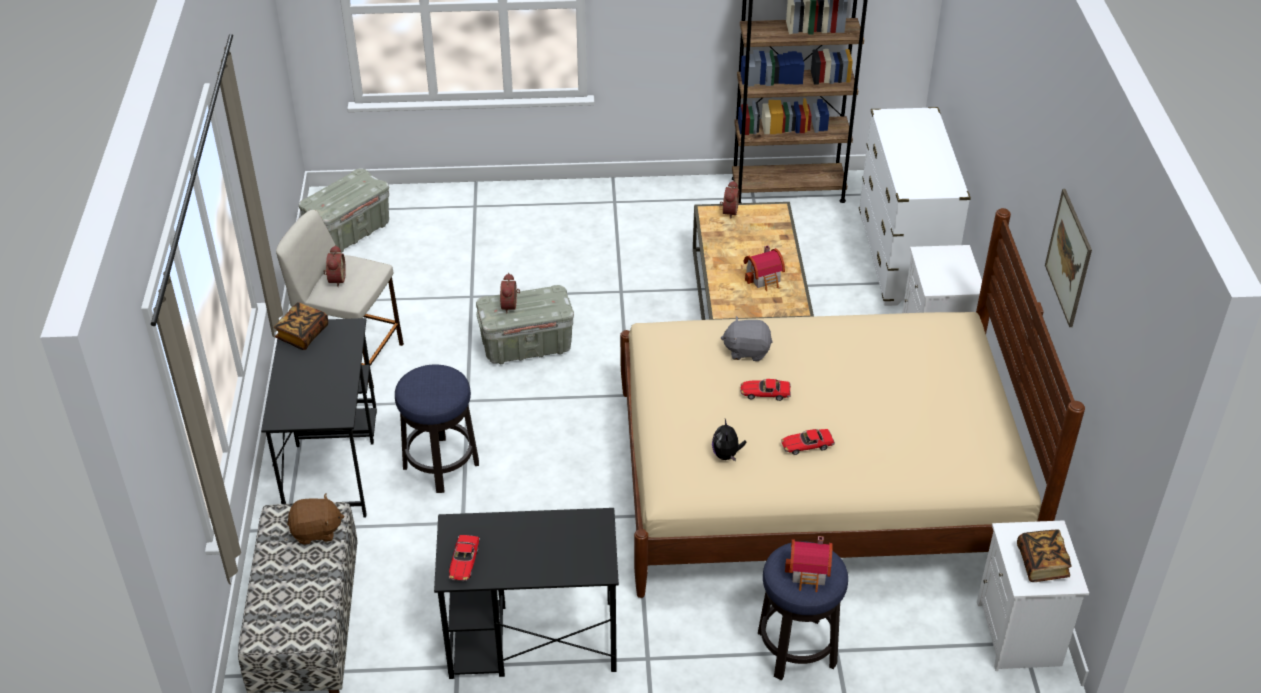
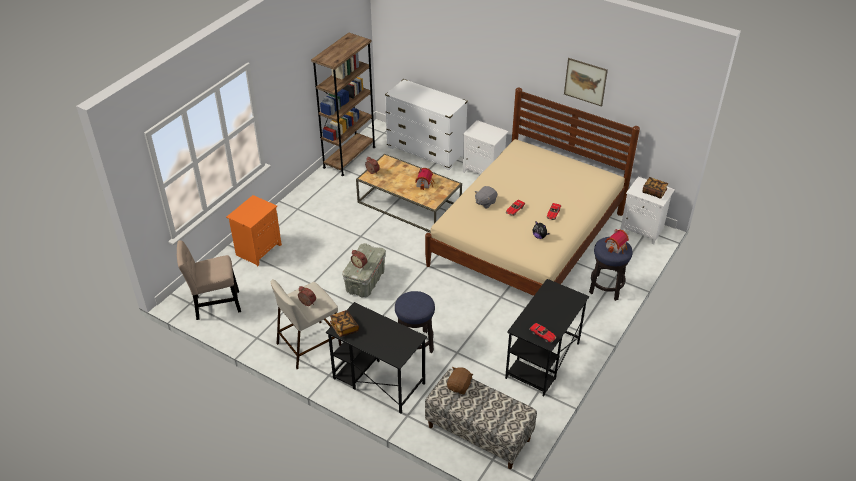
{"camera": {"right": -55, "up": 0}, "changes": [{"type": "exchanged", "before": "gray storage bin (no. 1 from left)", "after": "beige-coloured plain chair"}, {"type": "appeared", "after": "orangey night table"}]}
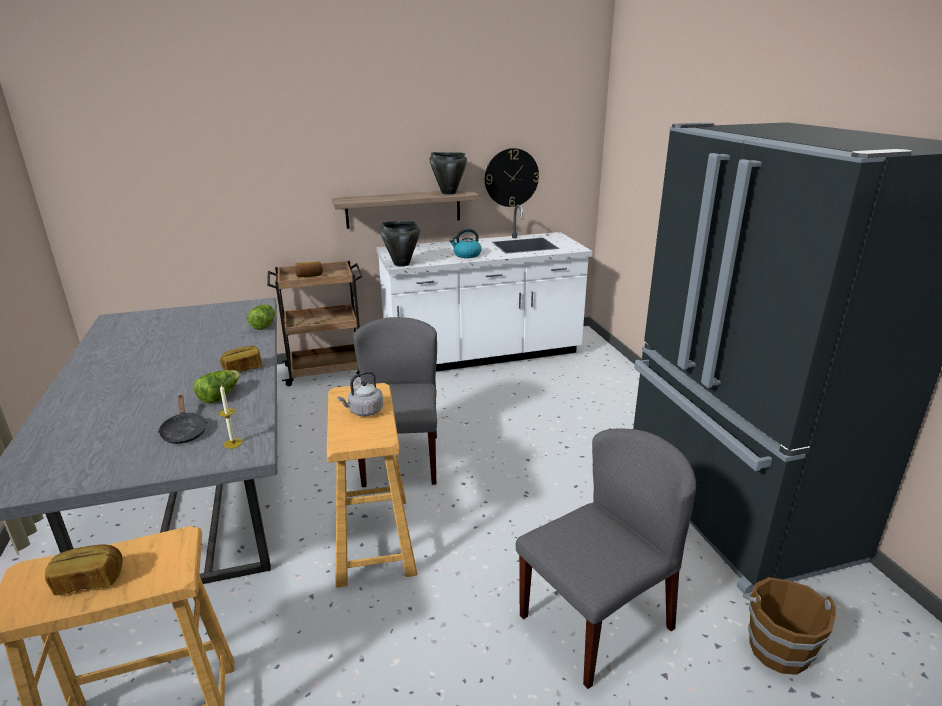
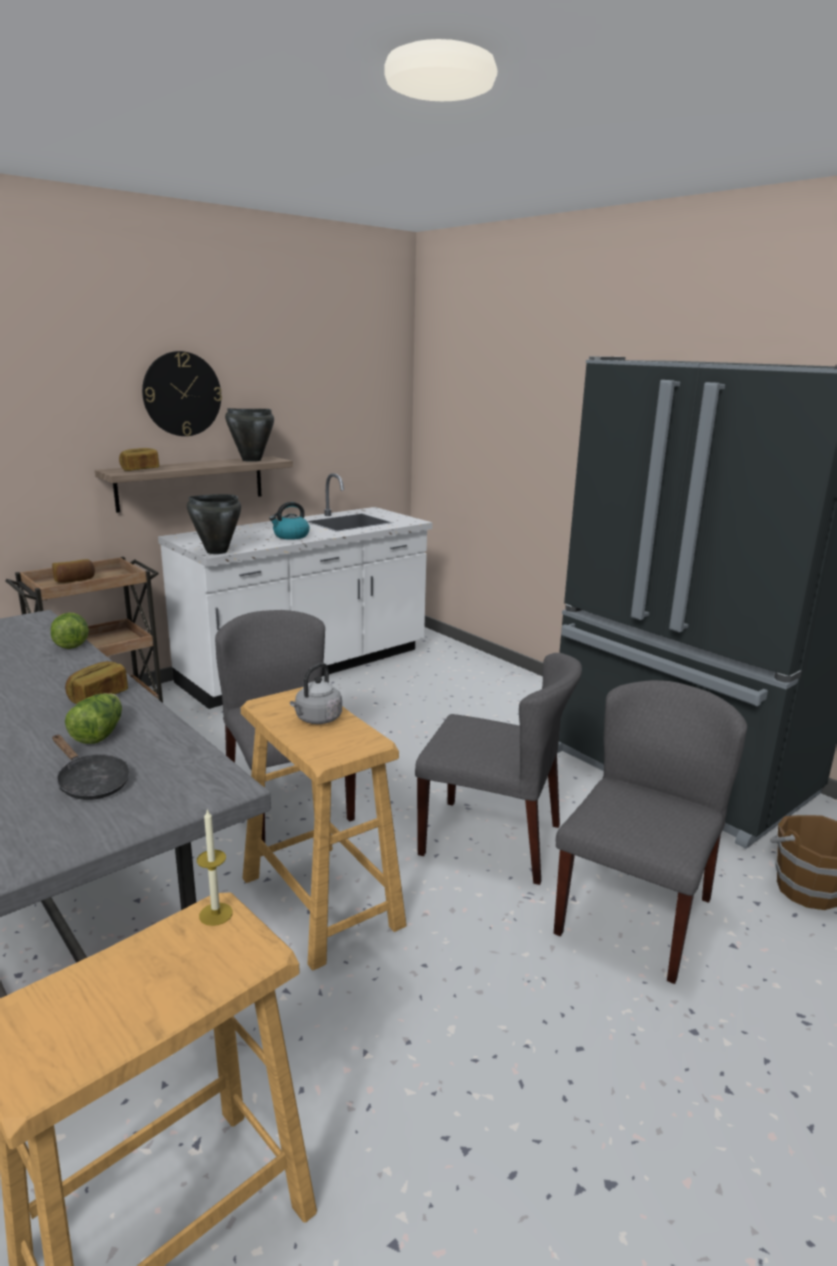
{"camera": {"right": -25, "up": -5}, "changes": [{"type": "relocated", "before": "wall clock"}, {"type": "relocated", "before": "candle"}, {"type": "relocated", "before": "baked bread (no. 1 from left in the first image)", "after": "baked bread (no. 3 from left)"}, {"type": "appeared", "after": "gray plain chair (no. 2 from left)"}]}
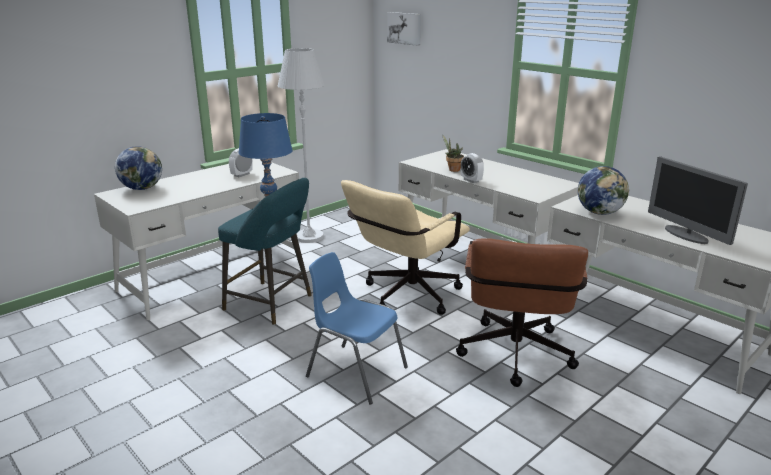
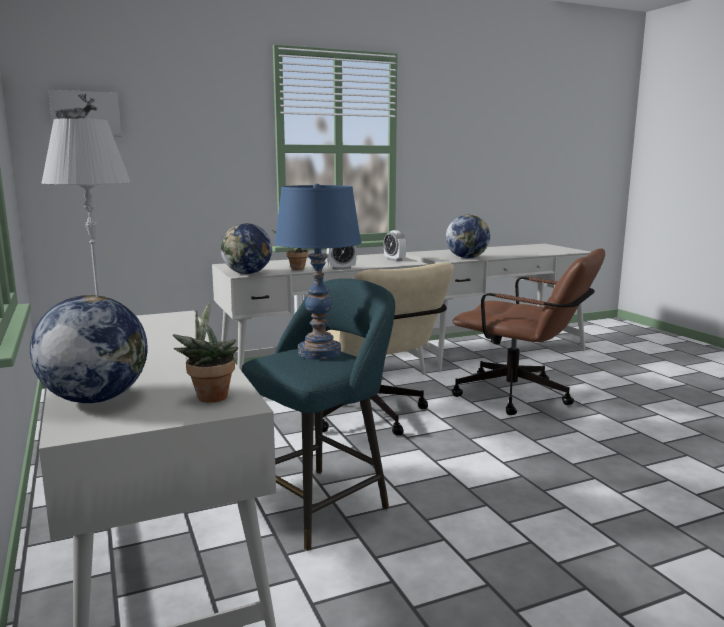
{"camera": {"right": -70, "up": -10}, "changes": [{"type": "relocated", "before": "table clock (no. 1 from left in the first image)", "after": "table clock (no. 2 from left)"}, {"type": "missing", "before": "computer screen"}, {"type": "missing", "before": "blue-coloured plain chair"}, {"type": "appeared", "after": "world globe (no. 2 from left)"}, {"type": "appeared", "after": "houseplant (no. 1 from left)"}]}
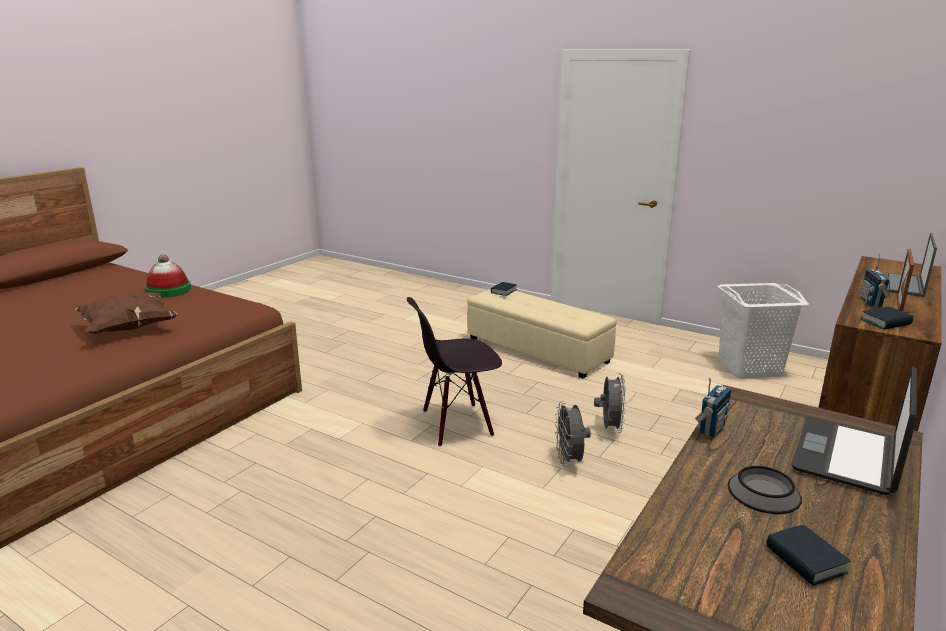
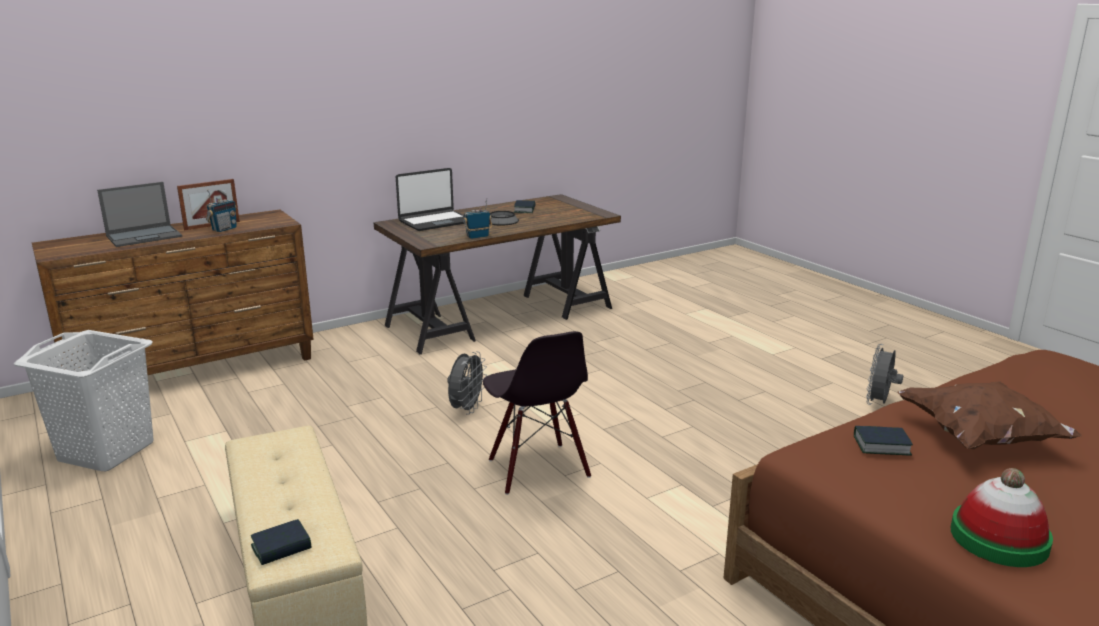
{"camera": {"right": -155, "up": 0}, "changes": [{"type": "spun", "before": "black plain chair", "turn": 60}, {"type": "relocated", "before": "volume (no. 3 from left)"}, {"type": "relocated", "before": "gray electric fan (no. 2 from left)"}]}
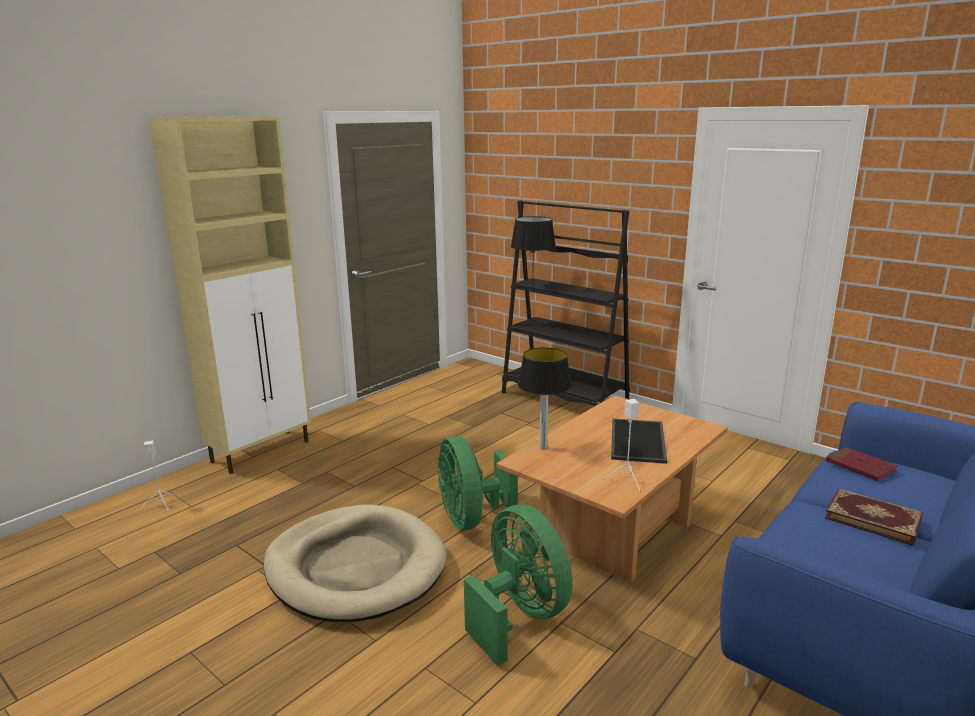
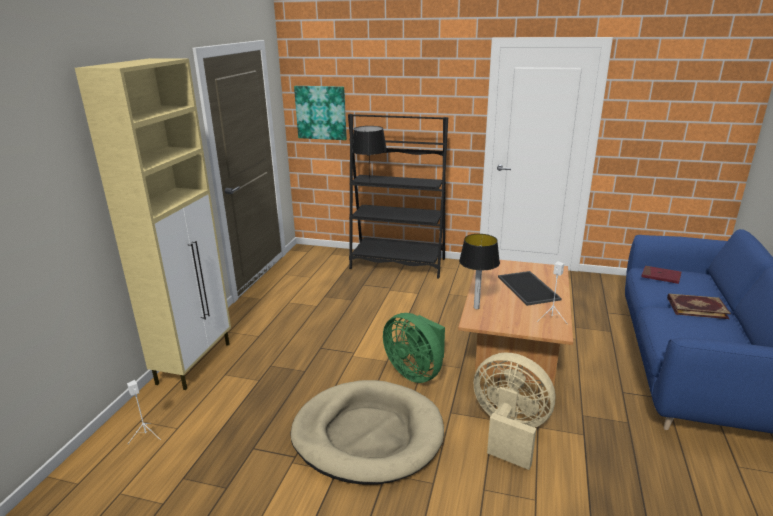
{"camera": {"right": -25, "up": 5}, "changes": [{"type": "colour", "before": "green-coloured electric fan (no. 2 from left)", "after": "beige-coloured electric fan"}, {"type": "appeared", "after": "wall art"}]}
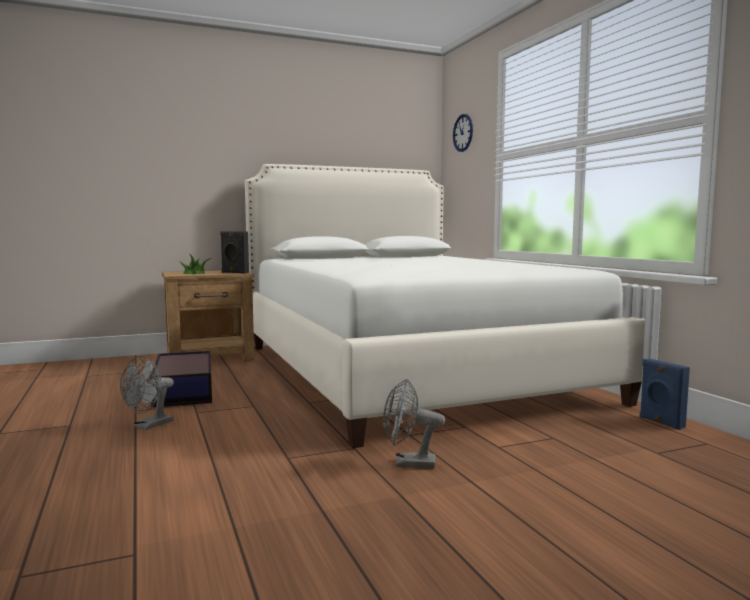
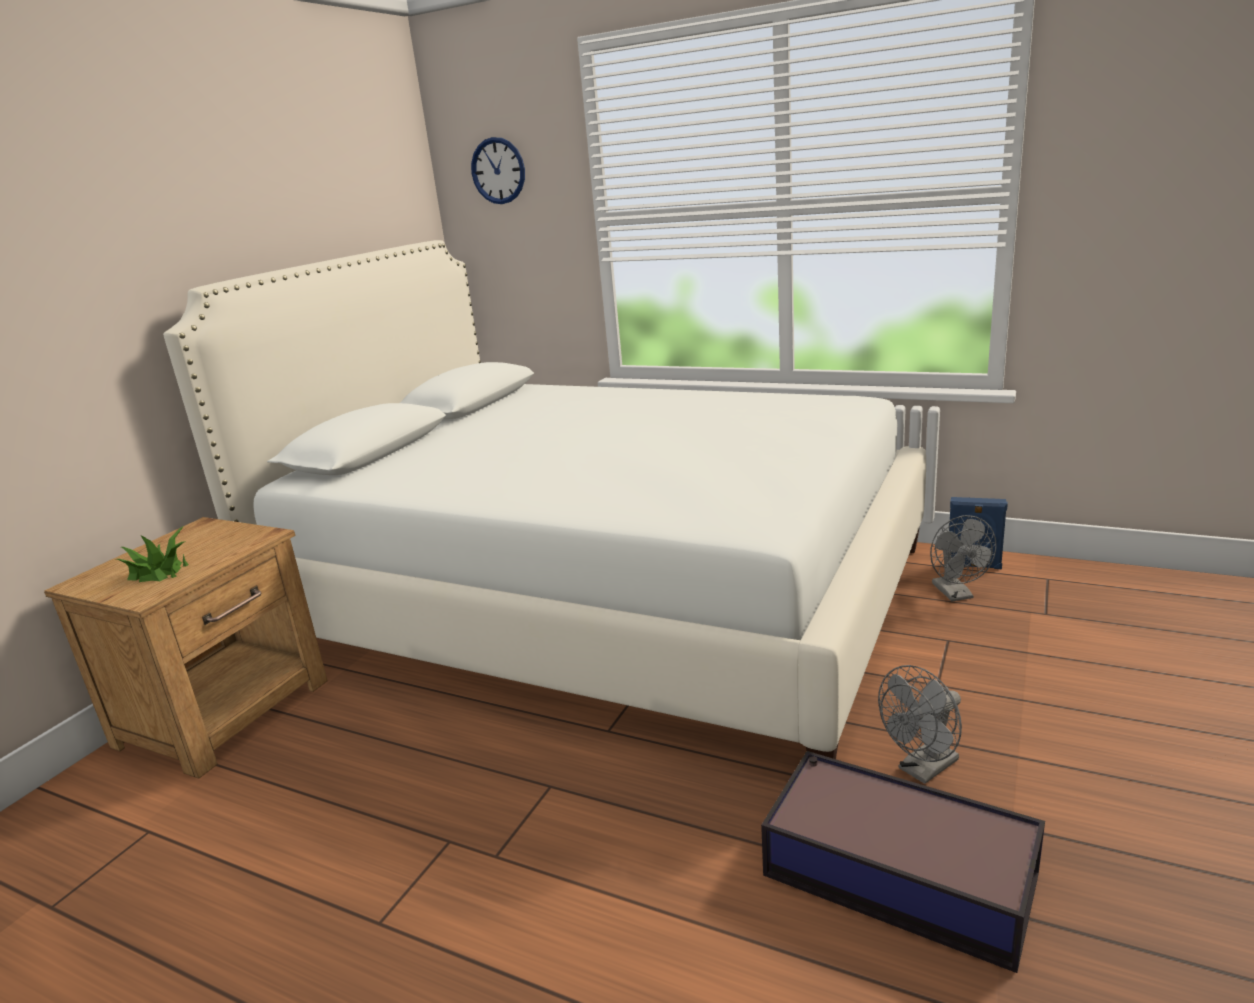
{"camera": {"right": -40, "up": 15}, "changes": [{"type": "missing", "before": "black speaker"}, {"type": "relocated", "before": "storage bin"}, {"type": "relocated", "before": "gray electric fan (no. 1 from left in the first image)", "after": "gray electric fan (no. 2 from left)"}]}
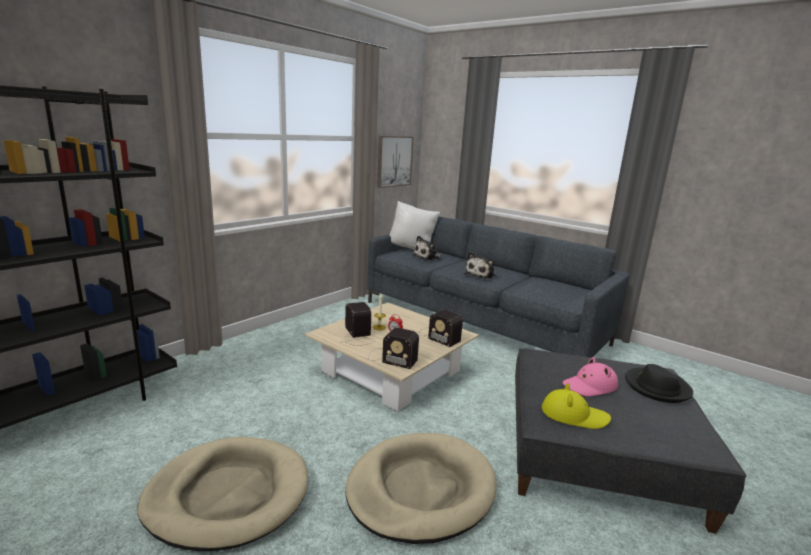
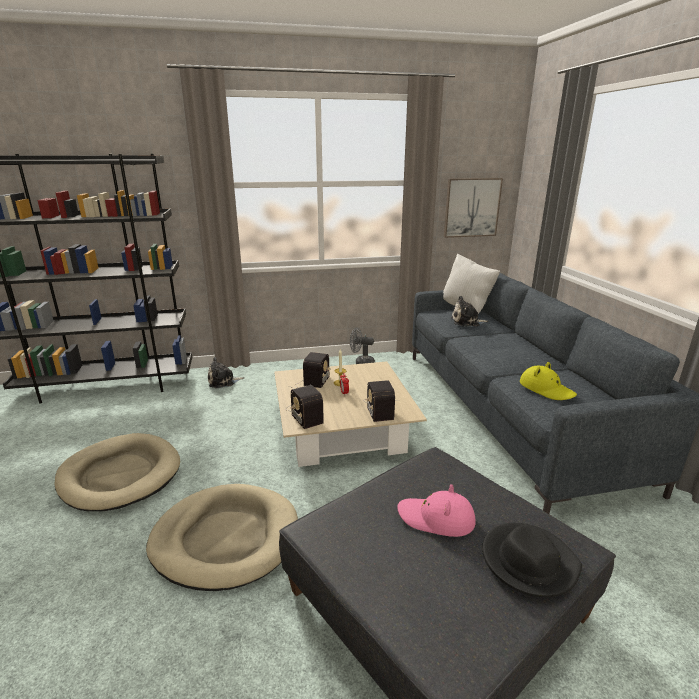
{"camera": {"right": 40, "up": 5}, "changes": [{"type": "relocated", "before": "soft toy (no. 2 from left in the first image)", "after": "soft toy (no. 1 from left)"}, {"type": "relocated", "before": "yellow wearable hat"}, {"type": "appeared", "after": "gray electric fan"}]}
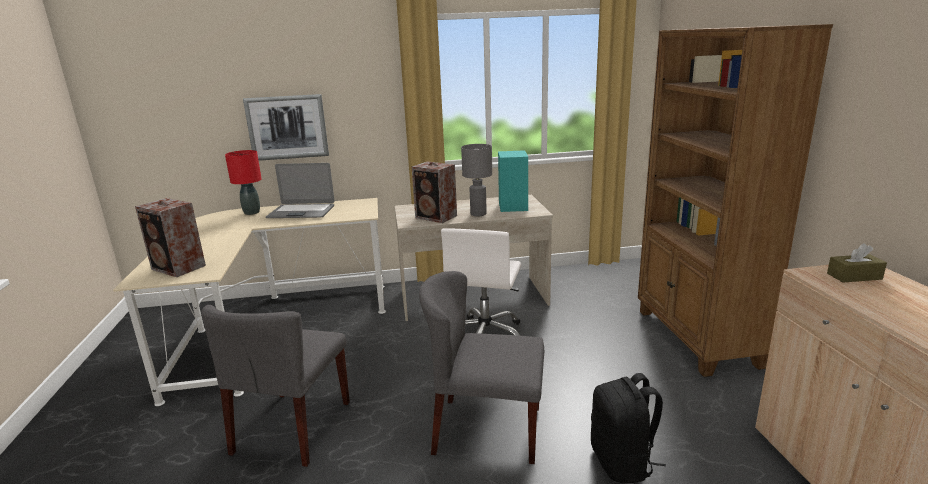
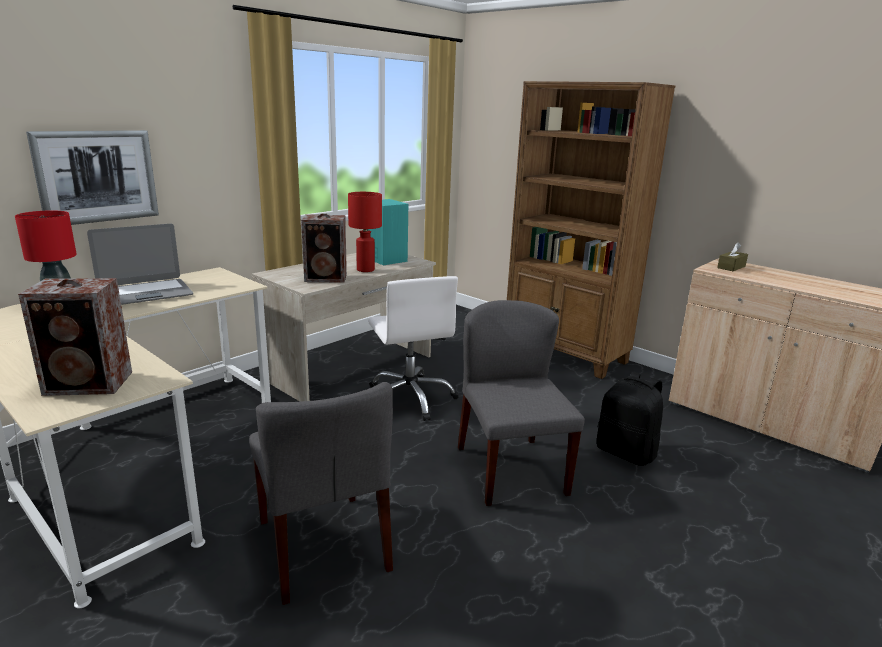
{"camera": {"right": -40, "up": 0}, "changes": [{"type": "colour", "before": "gray table lamp", "after": "red table lamp (no. 2 from left)"}, {"type": "spun", "before": "gray plain chair (no. 2 from left)", "turn": 105}]}
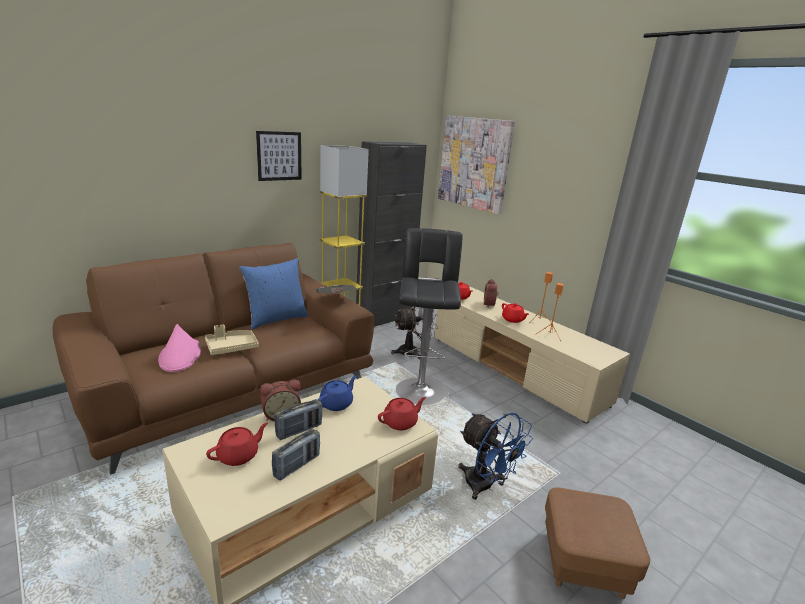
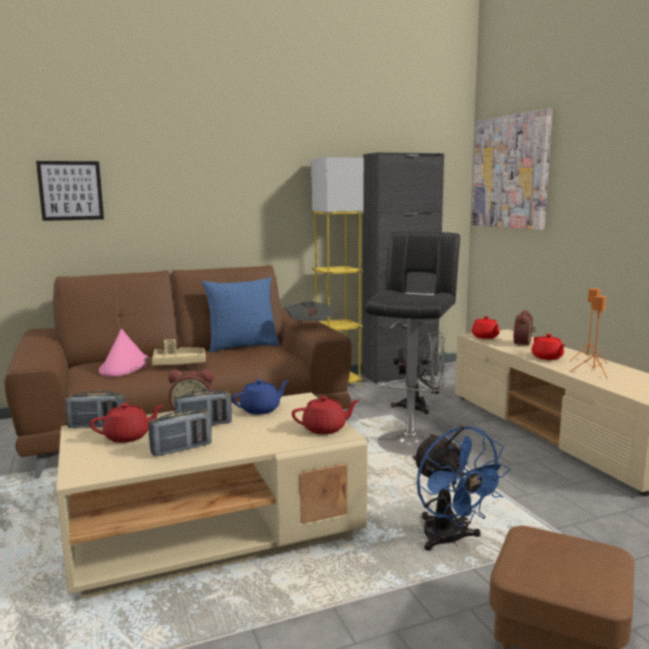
{"camera": {"right": 20, "up": -10}, "changes": [{"type": "relocated", "before": "wall art (no. 1 from left)"}, {"type": "appeared", "after": "radio set (no. 1 from left)"}]}
